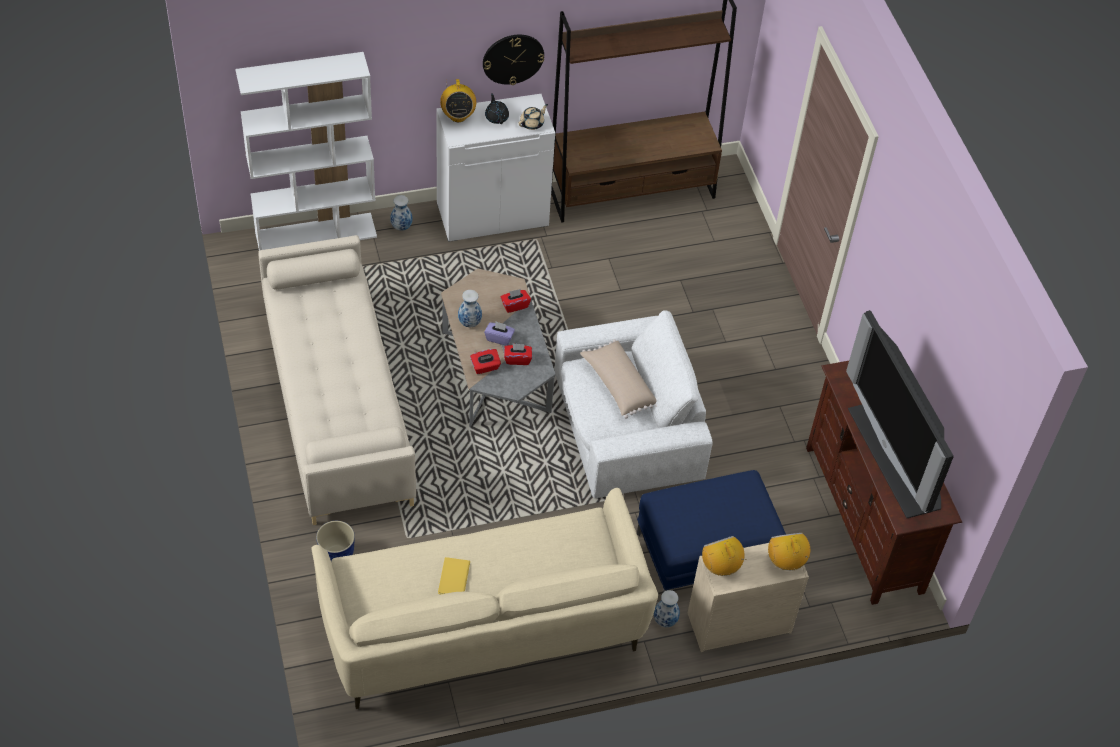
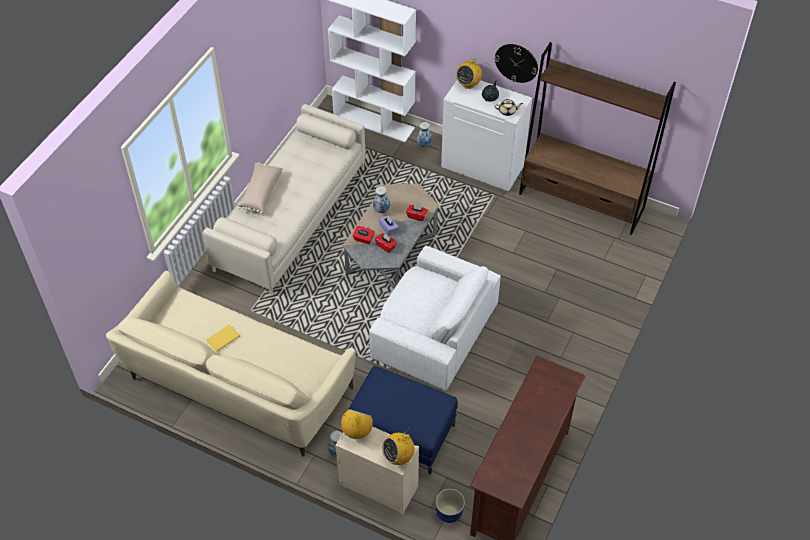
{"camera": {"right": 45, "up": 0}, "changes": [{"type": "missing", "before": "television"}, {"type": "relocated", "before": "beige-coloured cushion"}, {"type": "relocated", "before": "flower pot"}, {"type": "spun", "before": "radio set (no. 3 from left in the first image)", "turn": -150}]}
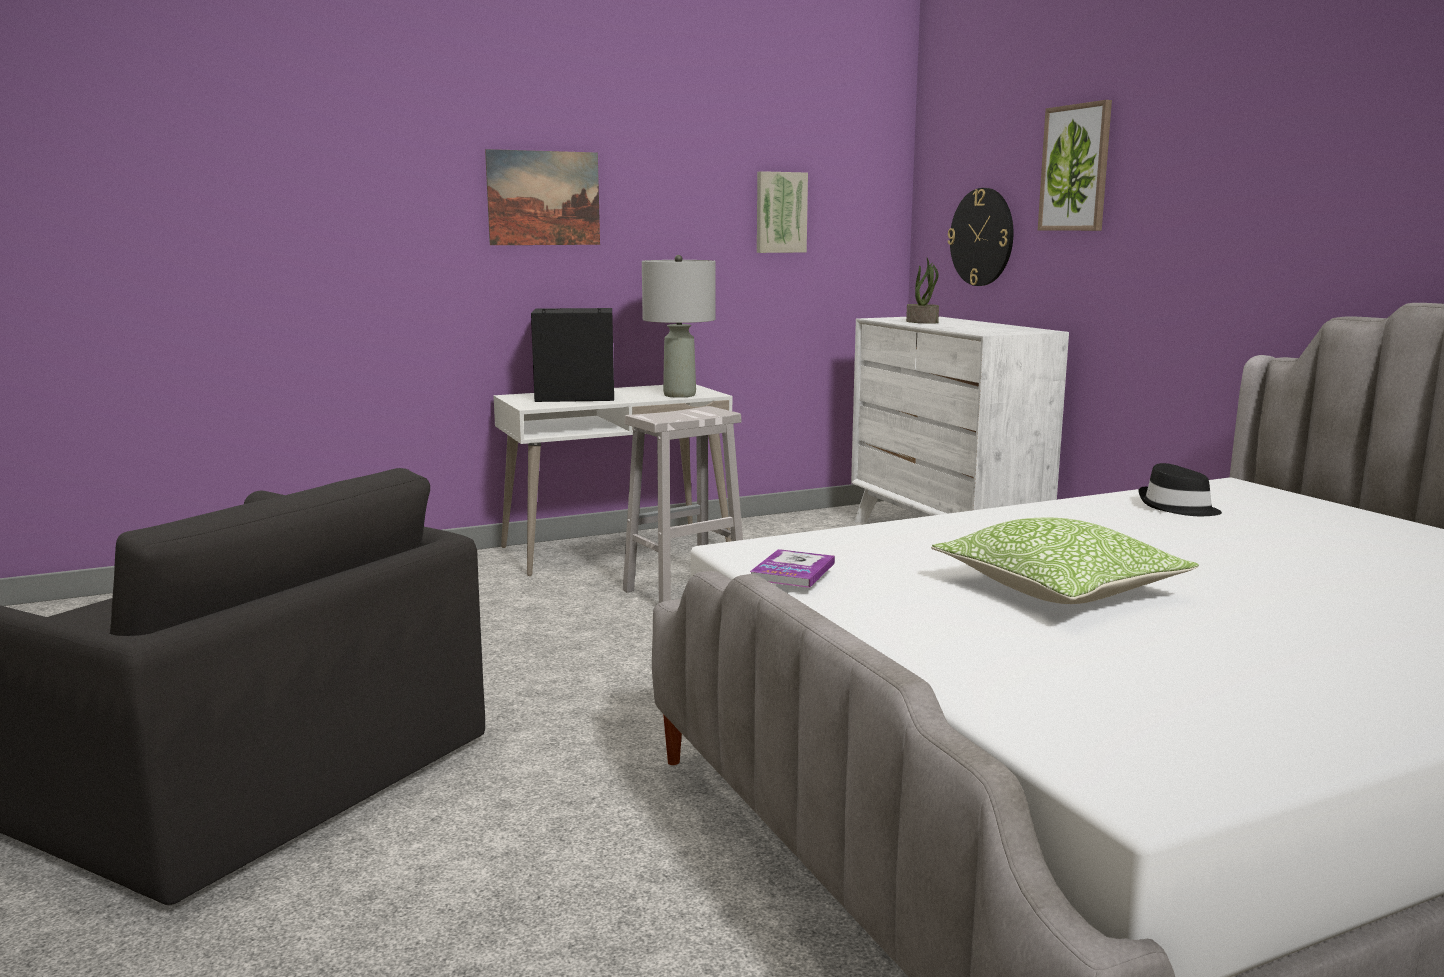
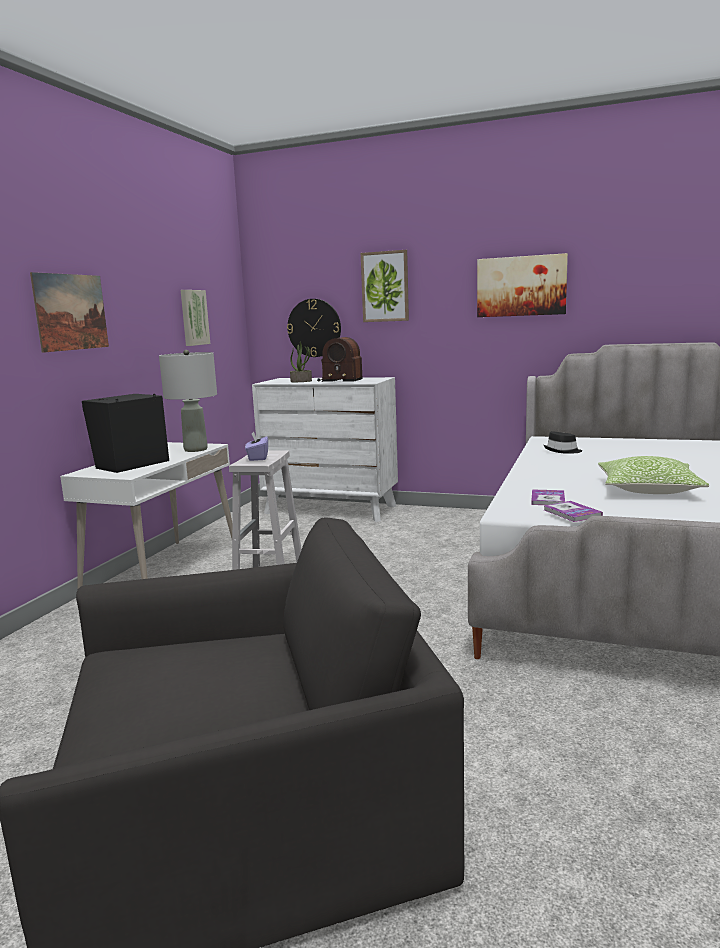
{"camera": {"right": -45, "up": 0}, "changes": [{"type": "appeared", "after": "wall art (no. 4 from left)"}, {"type": "appeared", "after": "radio set"}, {"type": "appeared", "after": "purple-coloured tissue holder"}, {"type": "appeared", "after": "volume (no. 1 from left)"}]}
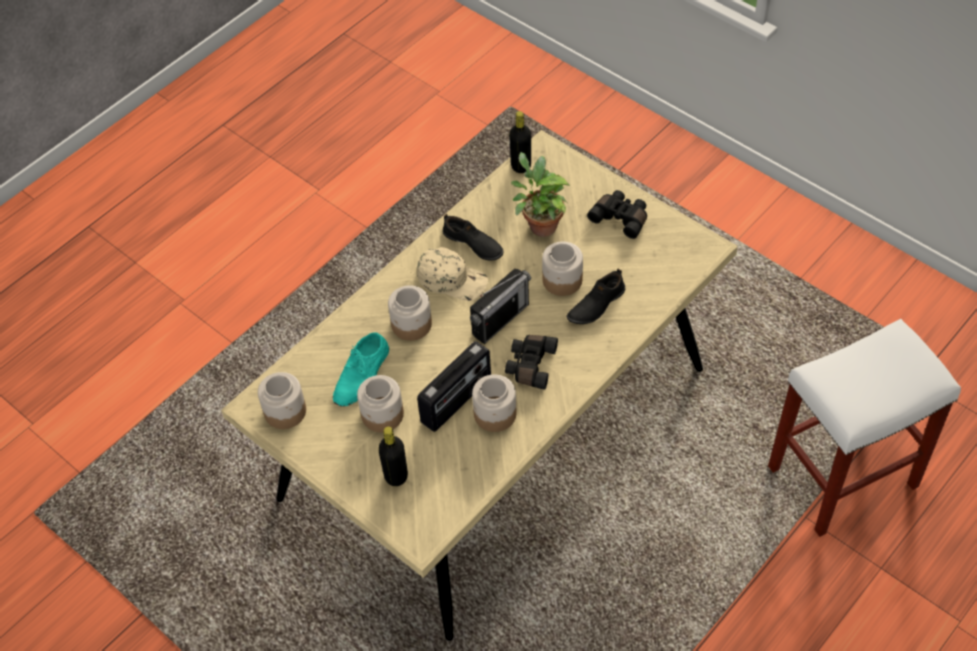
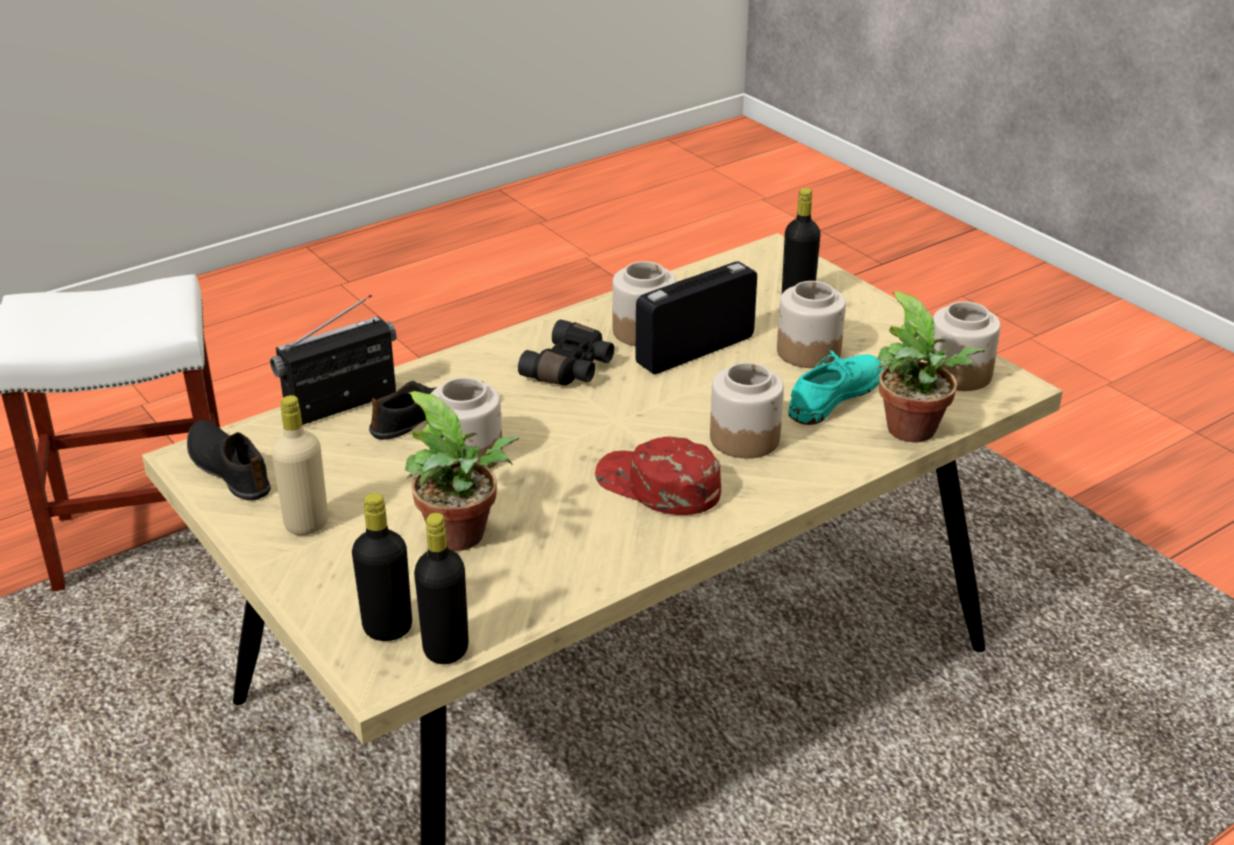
{"camera": {"right": -170, "up": -20}, "changes": [{"type": "exchanged", "before": "black pair of binoculars (no. 2 from left)", "after": "beige-coloured bottle"}, {"type": "relocated", "before": "black low shoe (no. 1 from left)"}, {"type": "colour", "before": "beige-coloured peaked cap", "after": "red peaked cap"}, {"type": "relocated", "before": "radio set (no. 2 from left in the first image)", "after": "radio set (no. 1 from left)"}, {"type": "appeared", "after": "houseplant (no. 2 from left)"}, {"type": "appeared", "after": "black bottle (no. 1 from left)"}]}
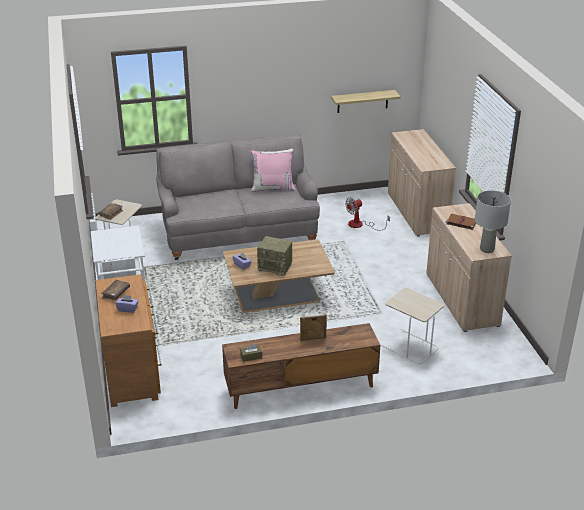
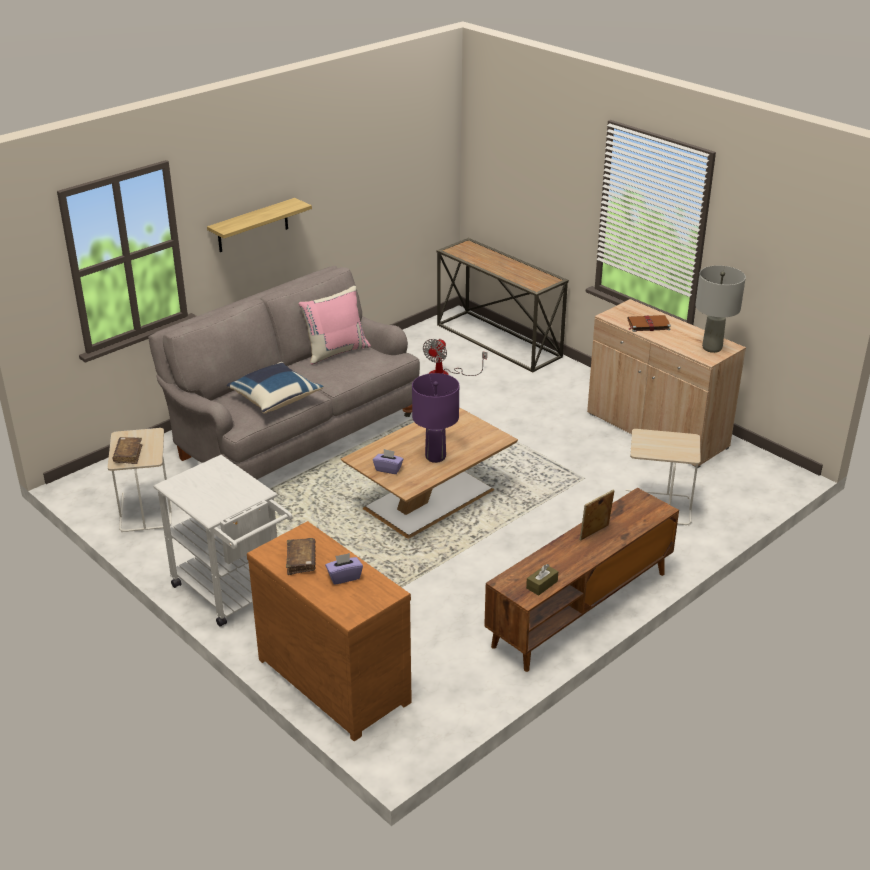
{"camera": {"right": -30, "up": 0}, "changes": [{"type": "relocated", "before": "bracket shelf"}, {"type": "exchanged", "before": "beige-coloured cabinet (no. 1 from left)", "after": "hall table"}, {"type": "exchanged", "before": "radio set", "after": "purple-coloured table lamp"}, {"type": "appeared", "after": "blue-coloured cushion"}]}
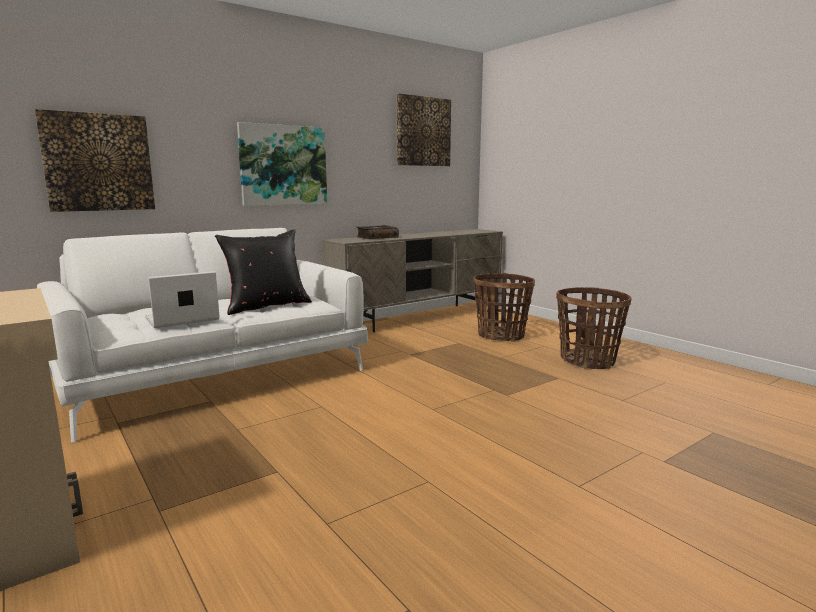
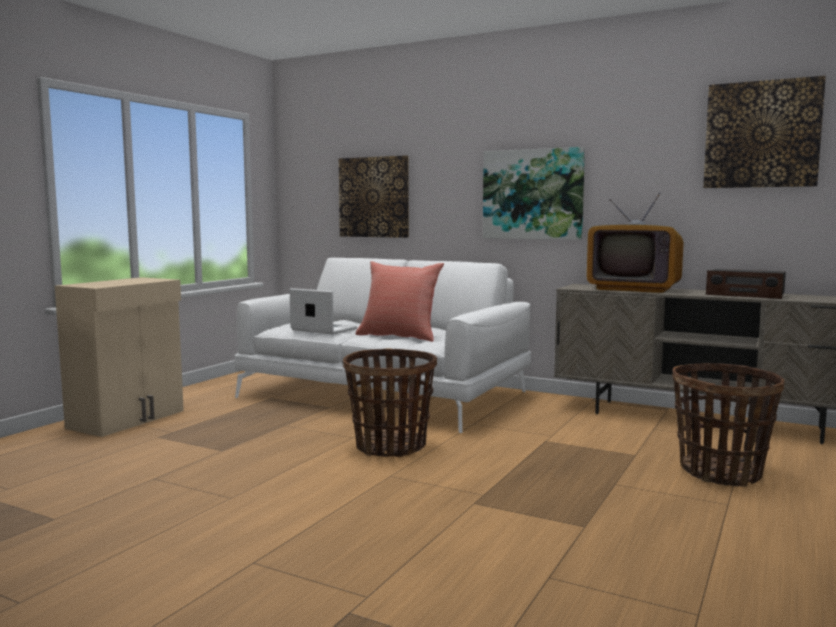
{"camera": {"right": 65, "up": -5}, "changes": [{"type": "exchanged", "before": "volume", "after": "television"}, {"type": "colour", "before": "black cushion", "after": "red cushion"}, {"type": "relocated", "before": "household basket (no. 2 from left in the first image)", "after": "household basket (no. 1 from left)"}, {"type": "appeared", "after": "radio set"}]}
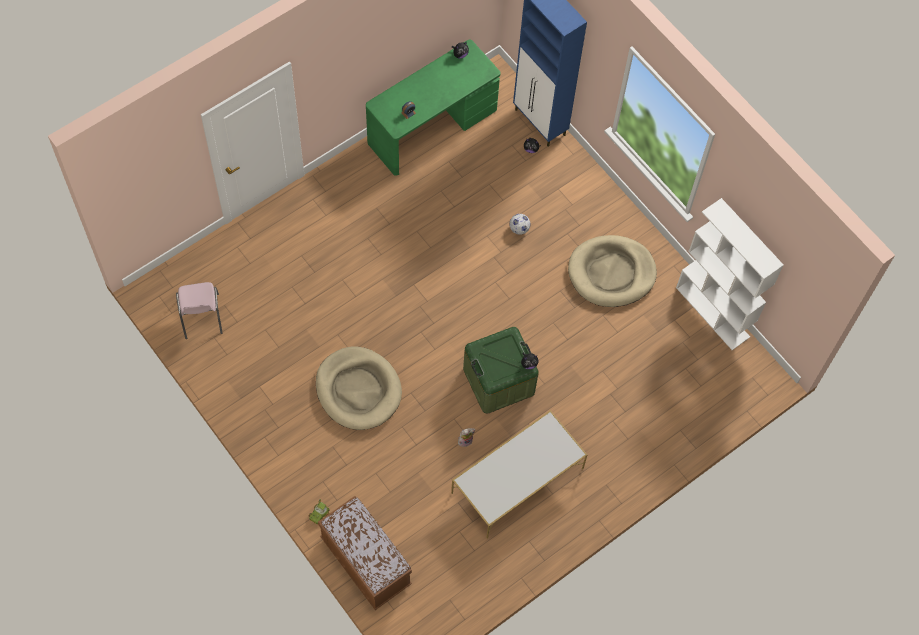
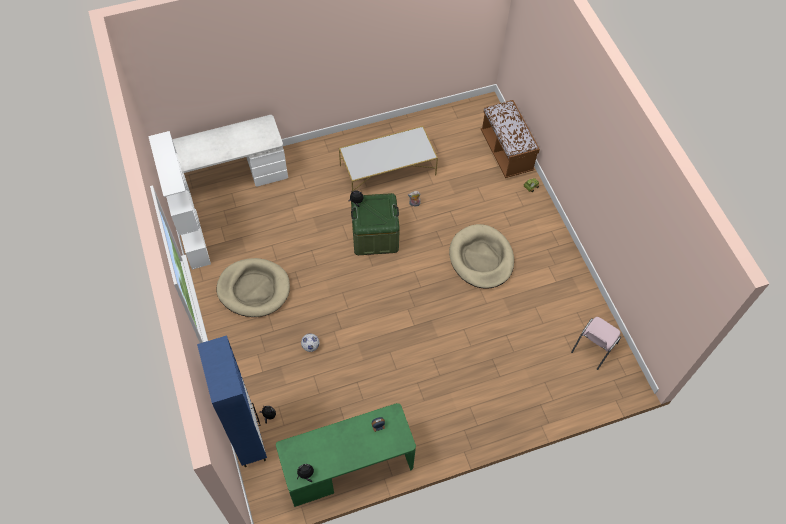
{"camera": {"right": -160, "up": -5}, "changes": [{"type": "spun", "before": "pink plain chair", "turn": -150}, {"type": "appeared", "after": "white desk unit"}]}
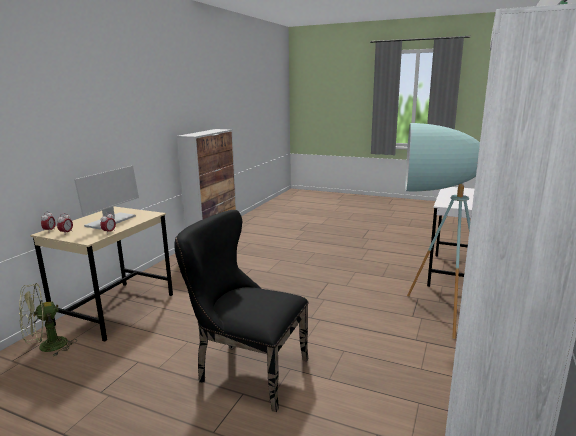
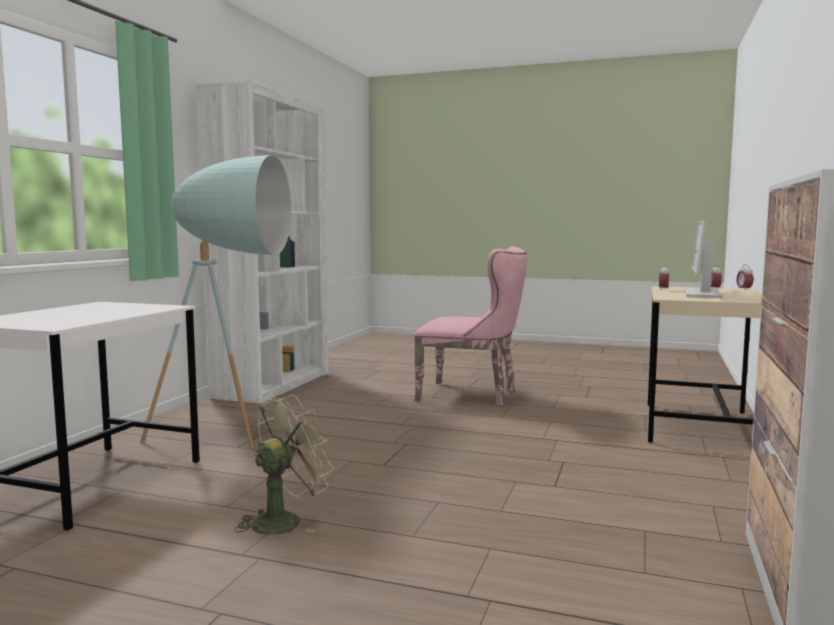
{"camera": {"right": 175, "up": -10}, "changes": [{"type": "colour", "before": "black plain chair", "after": "pink plain chair"}, {"type": "relocated", "before": "green-coloured electric fan"}]}
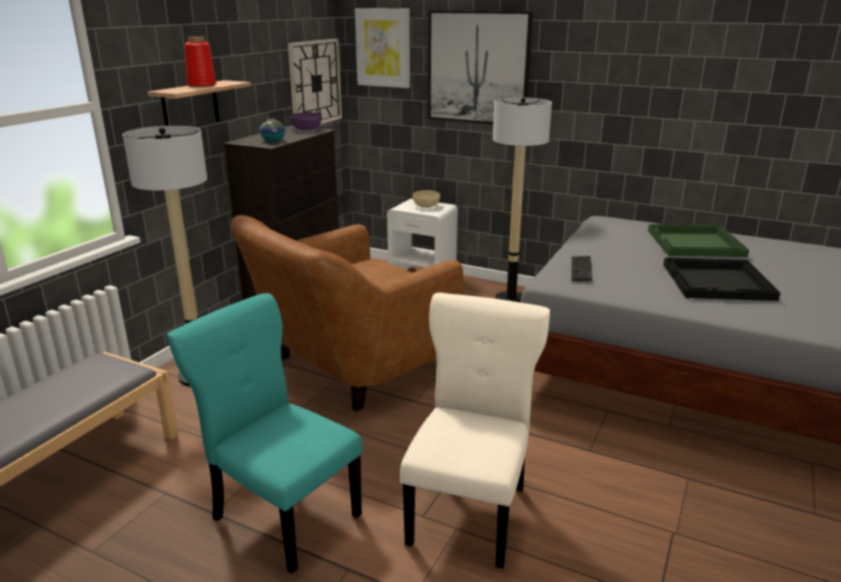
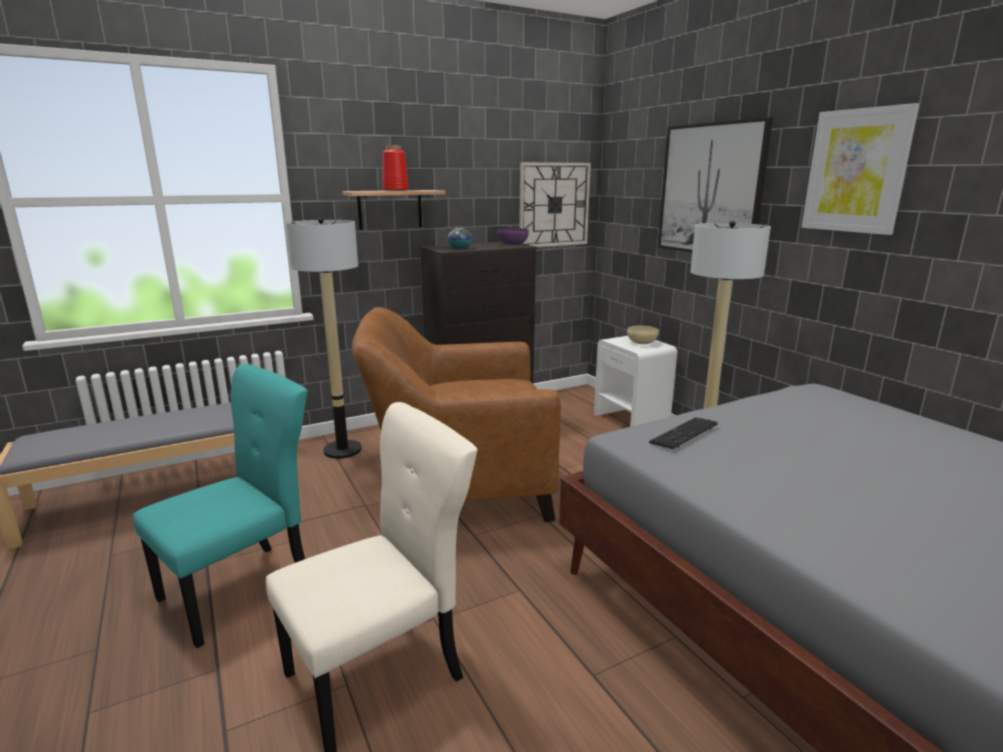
{"camera": {"right": 35, "up": -5}, "changes": [{"type": "relocated", "before": "wall art (no. 1 from left in the first image)", "after": "wall art (no. 2 from left)"}, {"type": "missing", "before": "green-coloured carrying tray"}, {"type": "missing", "before": "black carrying tray"}, {"type": "spun", "before": "turquoise-coloured plain chair", "turn": 60}]}
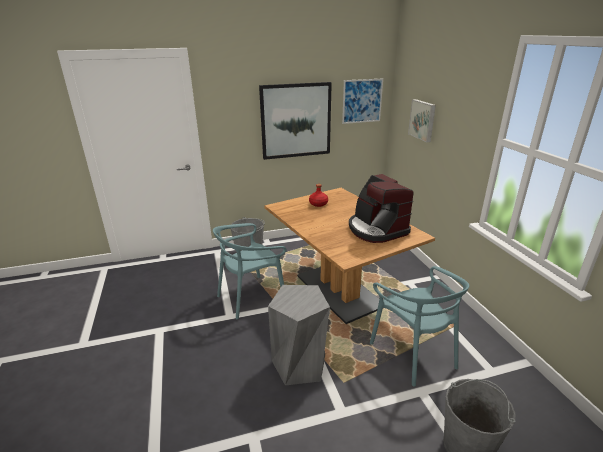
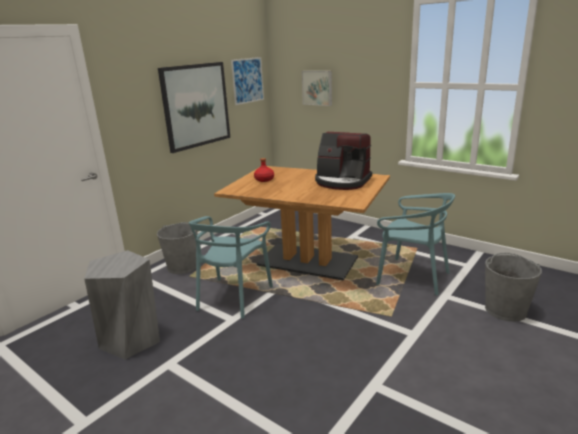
{"camera": {"right": -35, "up": -5}, "changes": [{"type": "relocated", "before": "gray sitting stool"}]}
